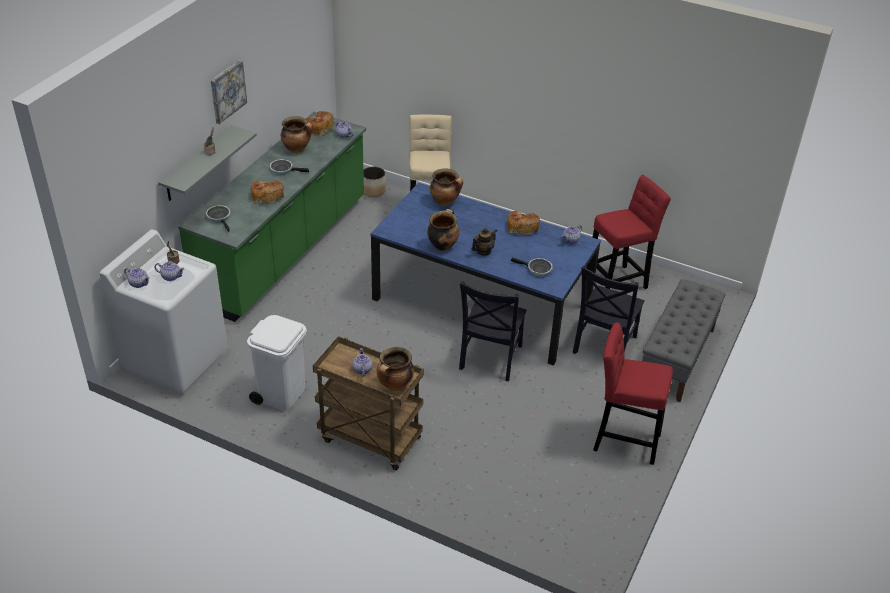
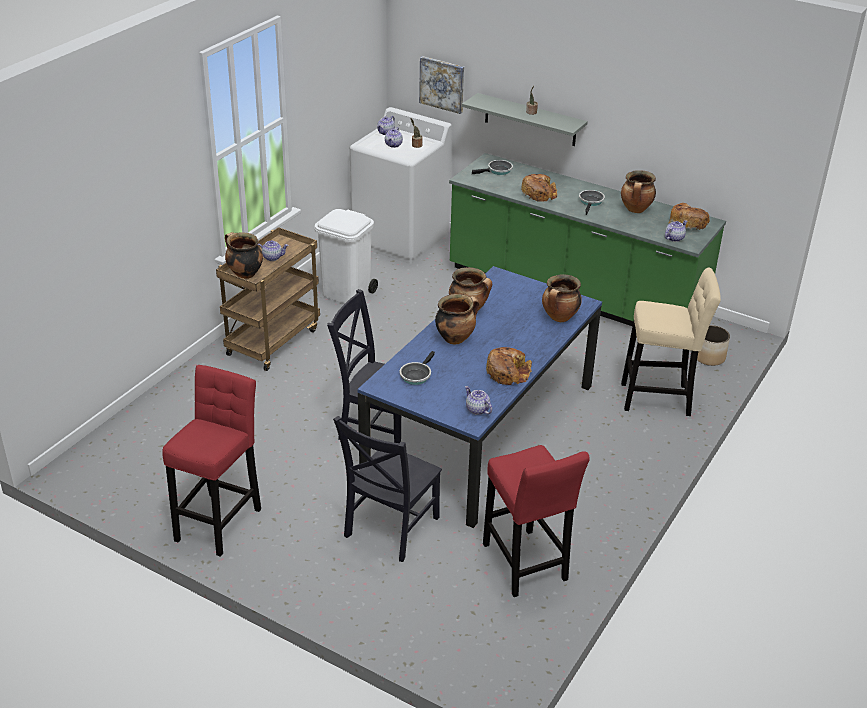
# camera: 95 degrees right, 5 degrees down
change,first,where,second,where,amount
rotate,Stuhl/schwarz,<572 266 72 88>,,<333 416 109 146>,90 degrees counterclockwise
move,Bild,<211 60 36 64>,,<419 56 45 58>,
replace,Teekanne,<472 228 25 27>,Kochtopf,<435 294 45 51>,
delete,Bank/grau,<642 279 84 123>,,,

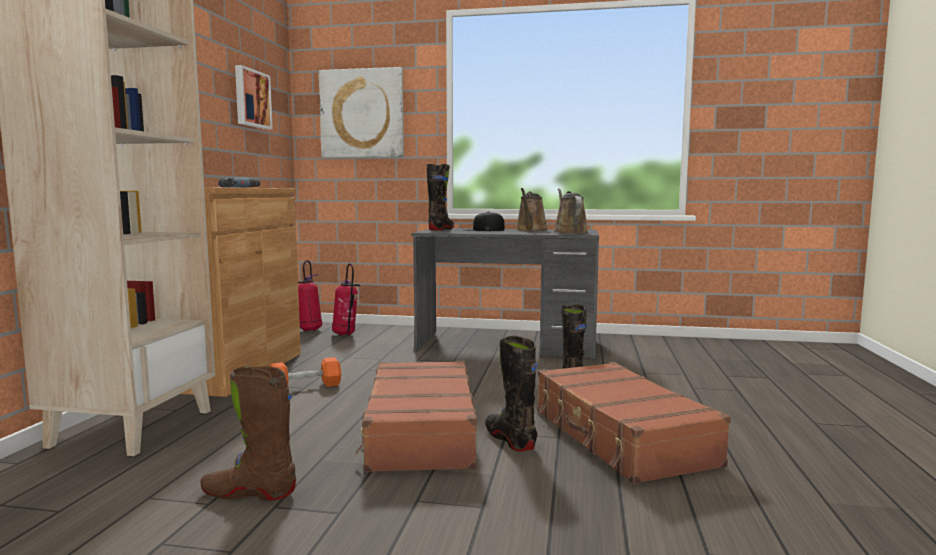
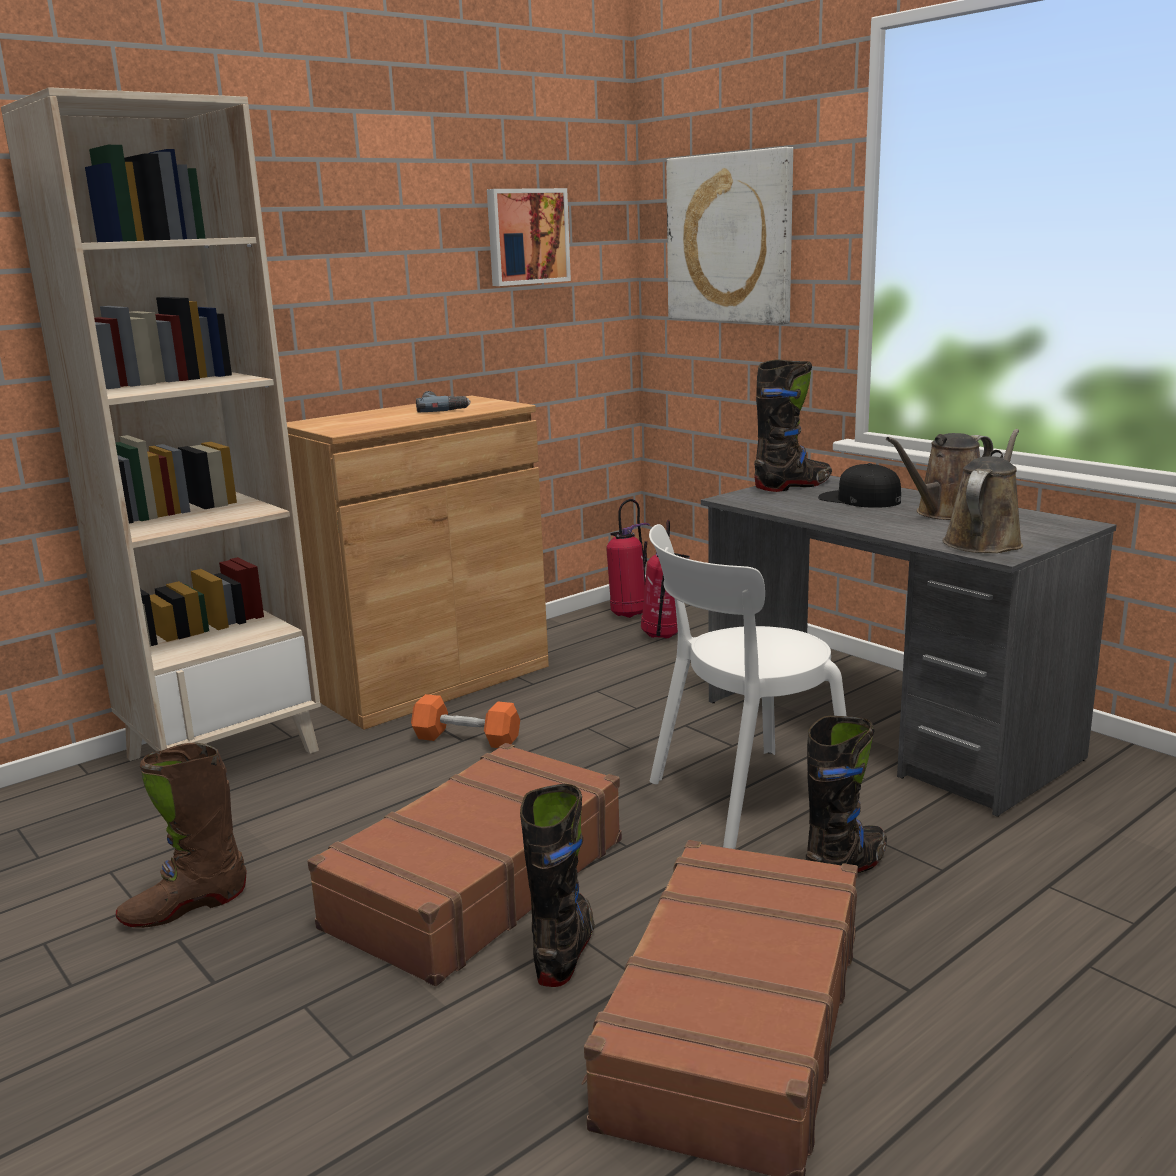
# camera: 40 degrees right, 10 degrees up
change,first,where,second,where,amount
rotate,Stiefel/braun,<200 366 96 135>,,<116 743 130 185>,75 degrees counterclockwise
insert,,,Stuhl/weiß,<649 524 198 325>,

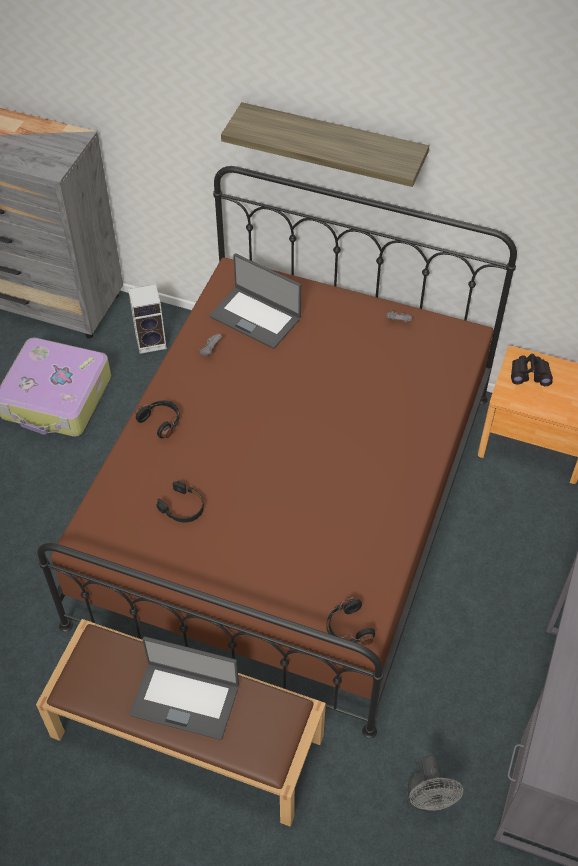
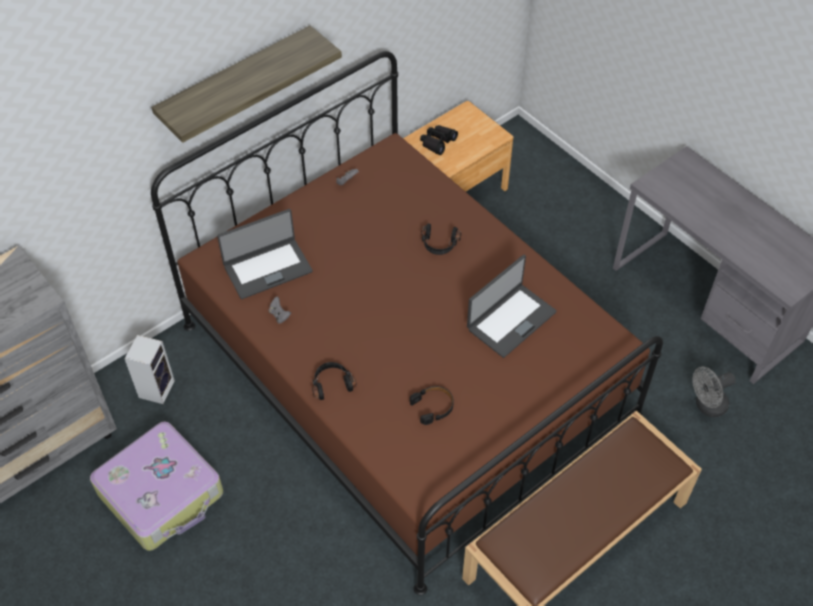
# camera: 60 degrees left, 0 degrees up
change,first,where,second,where,amount
move,Kopfhörer/schwarz,<326 597 49 48>,,<421 224 40 31>,
move,Laptop,<129 636 110 104>,,<467 255 90 103>,
rotate,Ventilator/grau,<407 756 56 56>,,<692 367 44 50>,135 degrees clockwise

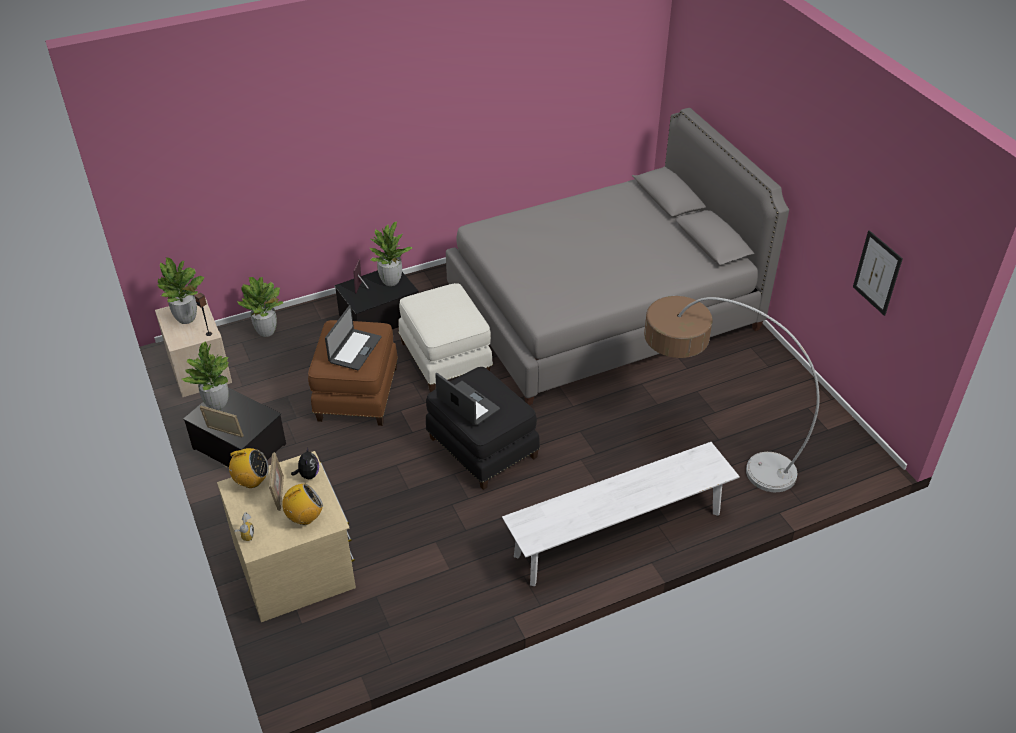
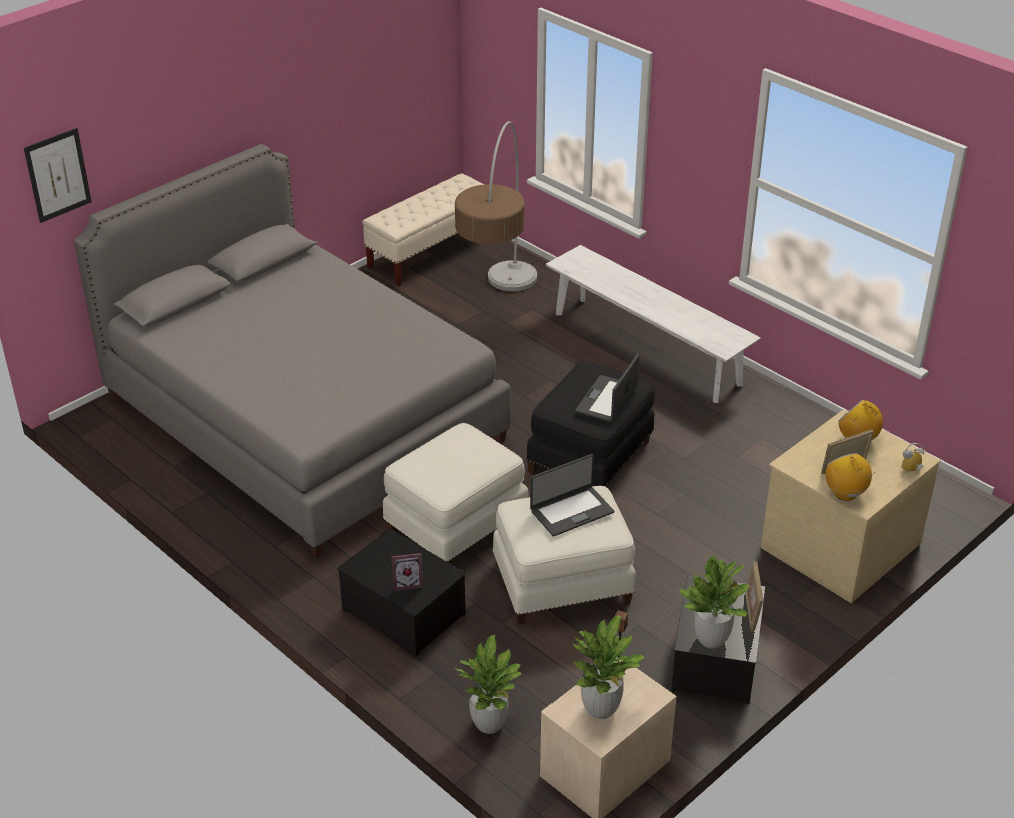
# camera: 110 degrees left, 5 degrees down
change,first,where,second,where,amount
move,Bild,<853 230 50 86>,,<24 128 68 95>,
insert,,,Bank/beige,<362 174 123 112>,
recolor,Polsterhocker/braun,<308 320 90 106>,Polsterhocker/weiß,<492 486 144 138>,
rotate,Laptop,<325 305 57 66>,,<530 454 84 83>,150 degrees clockwise
delete,Plüschtier,<291 447 28 32>,,,
delete,Topfpflanze,<370 222 43 64>,,,

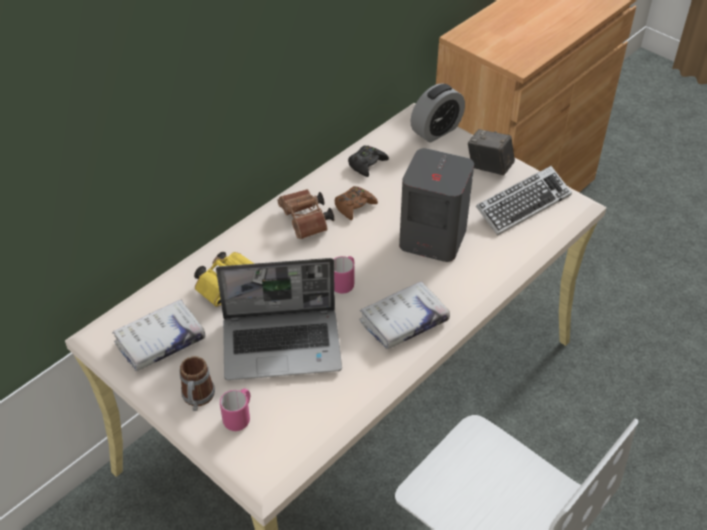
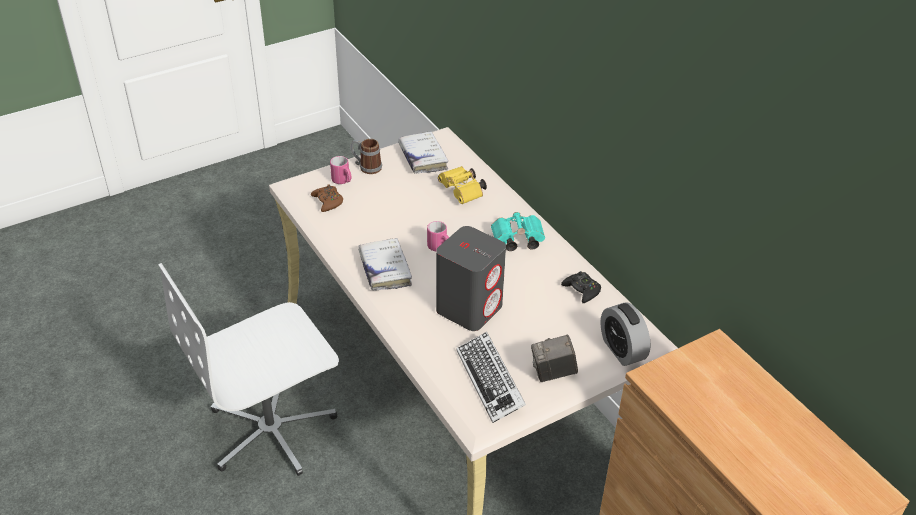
# camera: 105 degrees right, 5 degrees down
change,first,where,second,where,amount
move,Gamepad/braun,<335 186 43 34>,,<311 184 32 28>,
recolor,Fernglas/braun,<278 189 56 50>,Fernglas/türkis,<491 212 54 39>,
rotate,Kamera,<468 129 47 46>,,<531 335 47 47>,150 degrees counterclockwise
delete,Laptop,<216 258 126 122>,,,

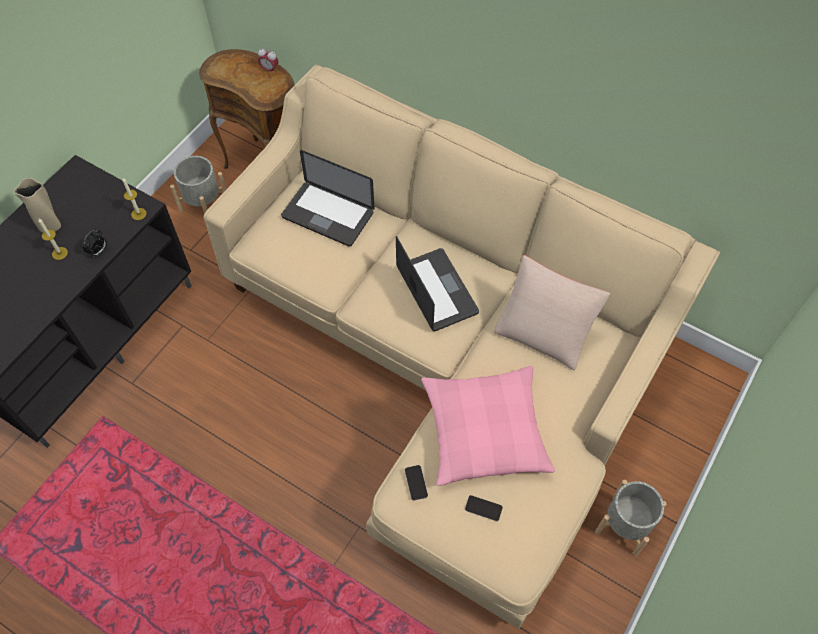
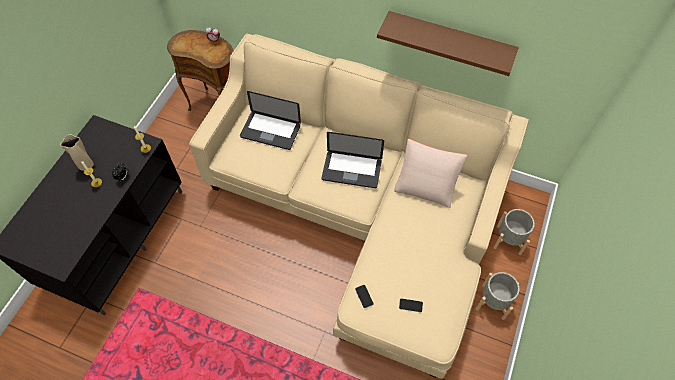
# camera: 10 degrees left, 0 degrees up
change,first,where,second,where,amount
rotate,Laptop,<396 236 83 96>,,<322 132 62 56>,135 degrees clockwise
insert,,,Wandregal/braun,<377 11 142 65>,
move,Pflanzkübel/grau,<170 156 56 58>,,<493 209 42 46>,
delete,Kissen/rosa,<421 366 134 120>,,,

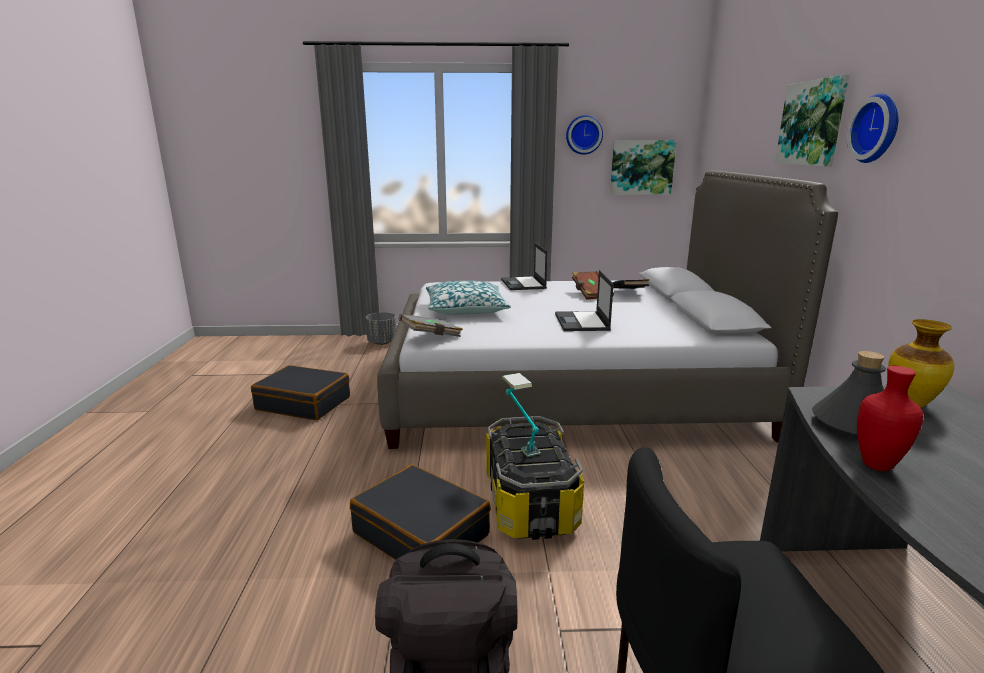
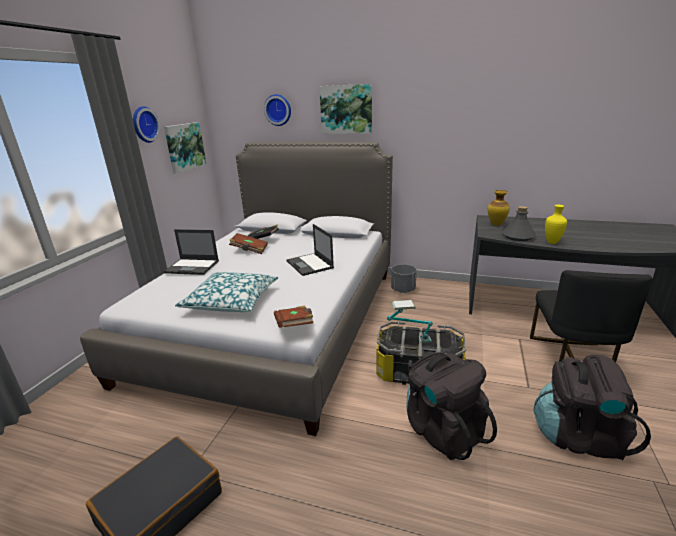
# camera: 70 degrees left, 5 degrees up
change,first,where,second,where,amount
move,Wanduhr,<847 93 52 70>,,<264 94 27 32>,
recolor,Buch/grau,<399 314 64 23>,Buch/braun,<274 305 39 23>,
rotate,Laptop,<555 270 59 61>,,<286 224 48 52>,45 degrees clockwise
move,Pflanzkübel/grau,<366 312 30 33>,,<391 264 26 29>,
replace,Koffer/schwarz,<350 464 141 96>,Rucksack/schwarz,<406 352 91 108>,
recolor,Vase/rot,<857 366 66 105>,Vase/gelb,<545 205 22 39>,

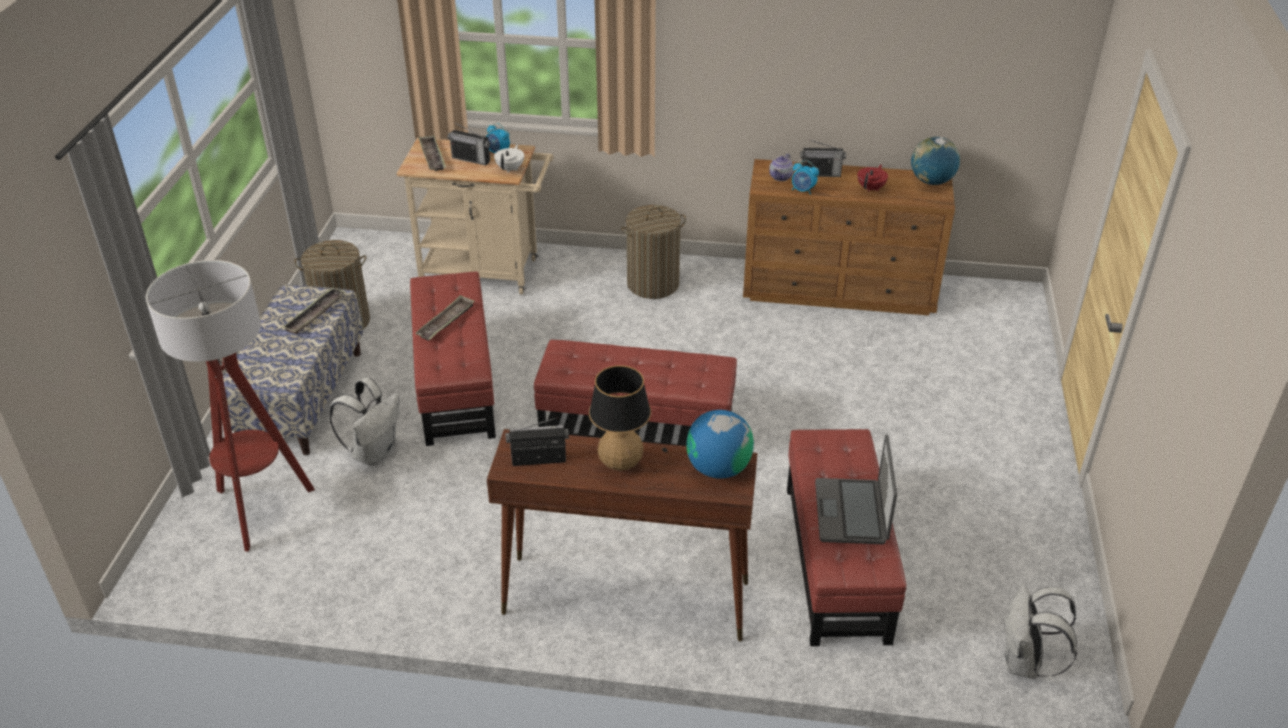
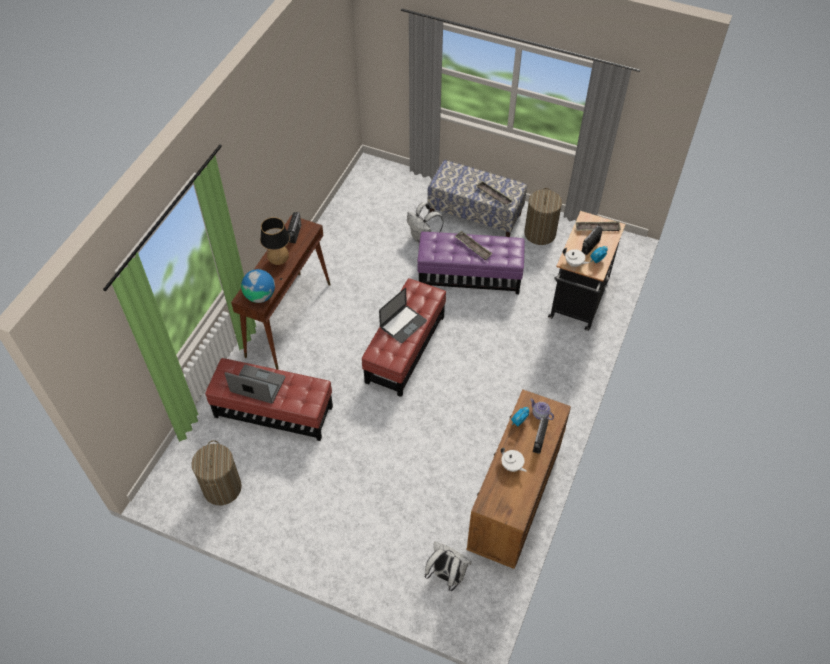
# camera: 105 degrees right, 15 degrees up
change,first,where,second,where,amount
move,Wäschekorb,<621 205 65 94>,,<191 440 51 65>,
insert,,,Laptop,<379 288 48 55>,
recolor,Polsterhocker/rot,<410 271 86 175>,Polsterhocker/lila,<418 232 107 62>,
move,Rucksack/weiß,<1003 584 74 95>,,<425 542 46 49>,
recolor,Teekanne/rot,<857 164 31 28>,Teekanne/weiß,<501 448 26 24>,
recolor,Rollwagen/beige,<396 138 158 156>,Rollwagen/schwarz,<548 211 78 120>,
delete,Stehlampe,<146 260 169 292>,,,
delete,Globus,<911 137 49 48>,,,

